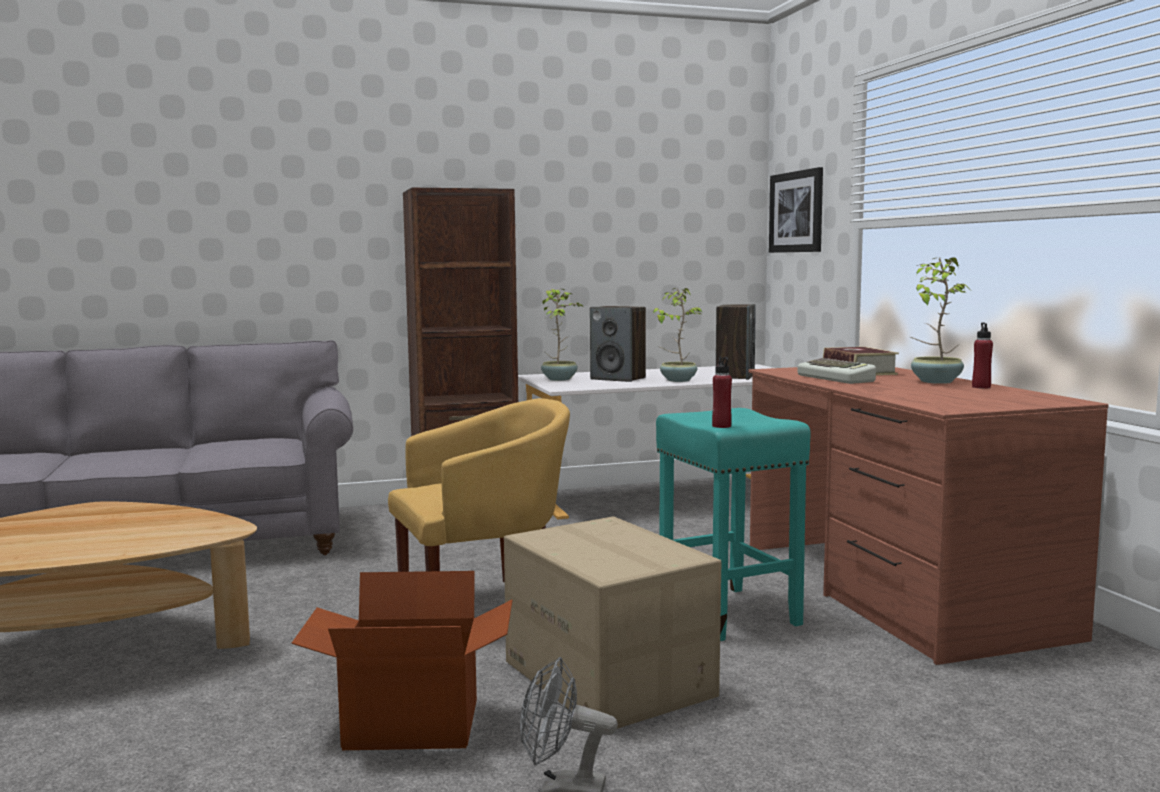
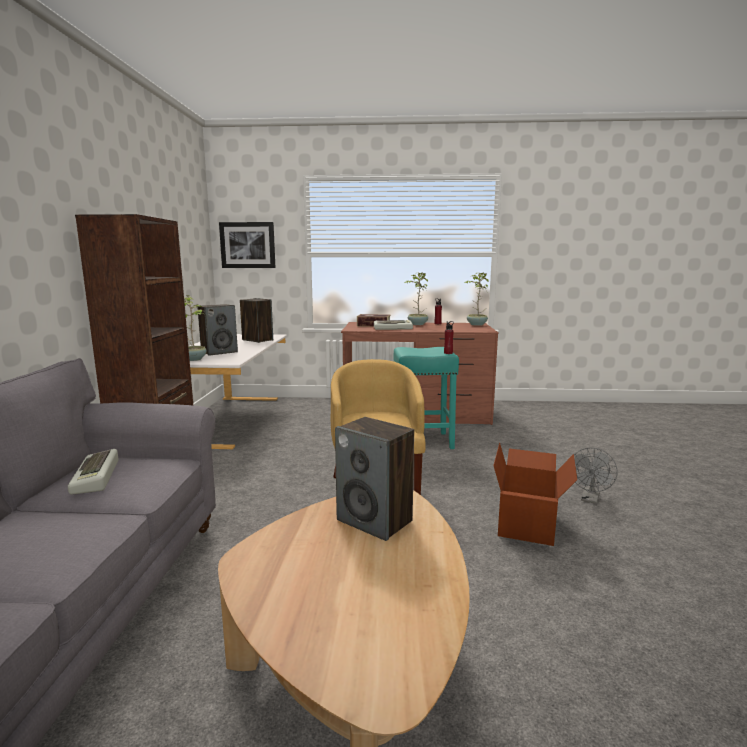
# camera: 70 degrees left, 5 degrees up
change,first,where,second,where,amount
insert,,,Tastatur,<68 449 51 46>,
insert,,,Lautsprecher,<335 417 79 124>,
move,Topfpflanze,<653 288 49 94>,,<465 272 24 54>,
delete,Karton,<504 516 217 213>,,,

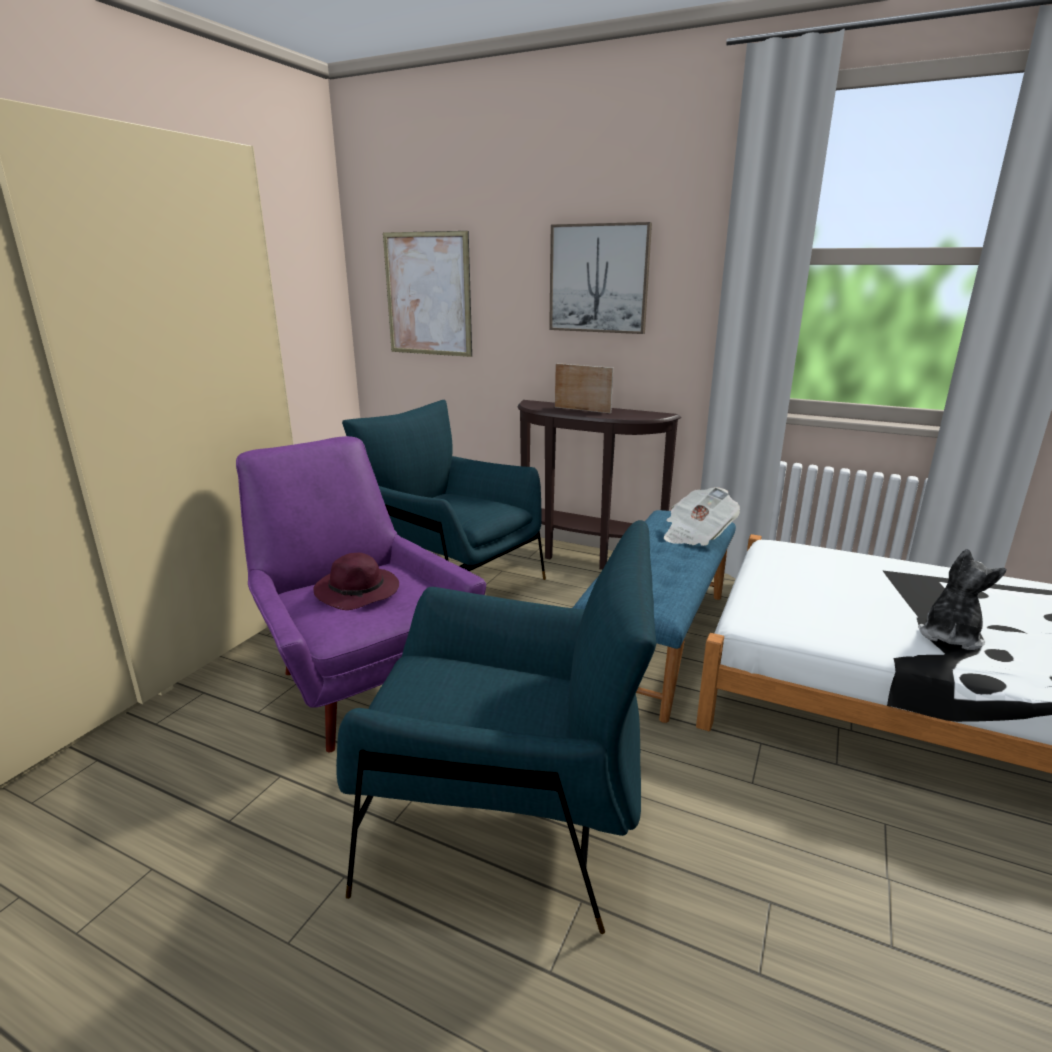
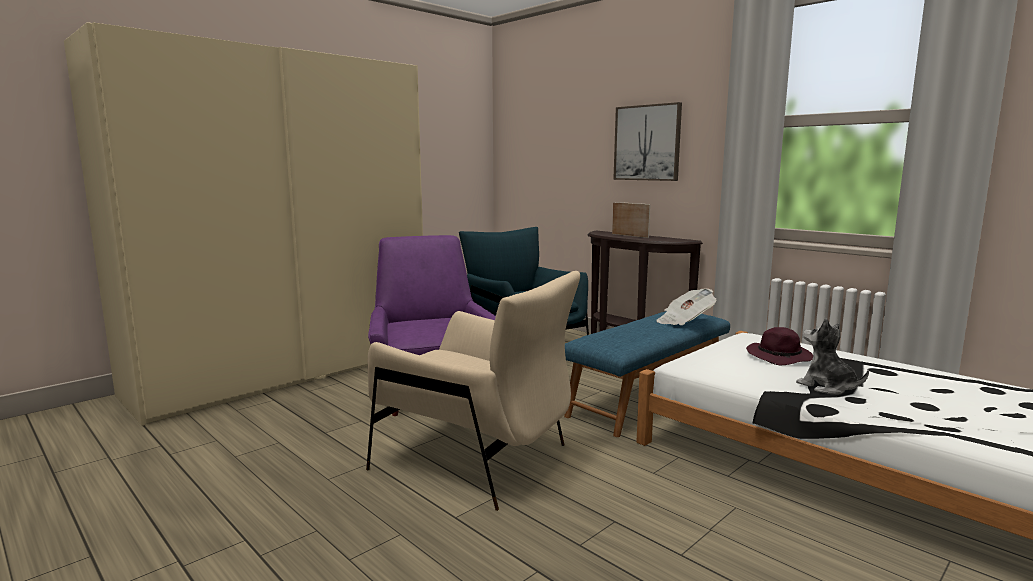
# camera: 20 degrees right, 10 degrees down
change,first,where,second,where,amount
recolor,Sessel/blau,<336 520 320 414>,Sessel/beige,<366 271 214 240>,
move,Hut/lila,<313 553 86 57>,,<746 327 67 38>,
rotate,Plüschtier,<918 549 89 101>,,<796 318 73 77>,90 degrees counterclockwise
delete,Bild,<383 231 89 126>,,,

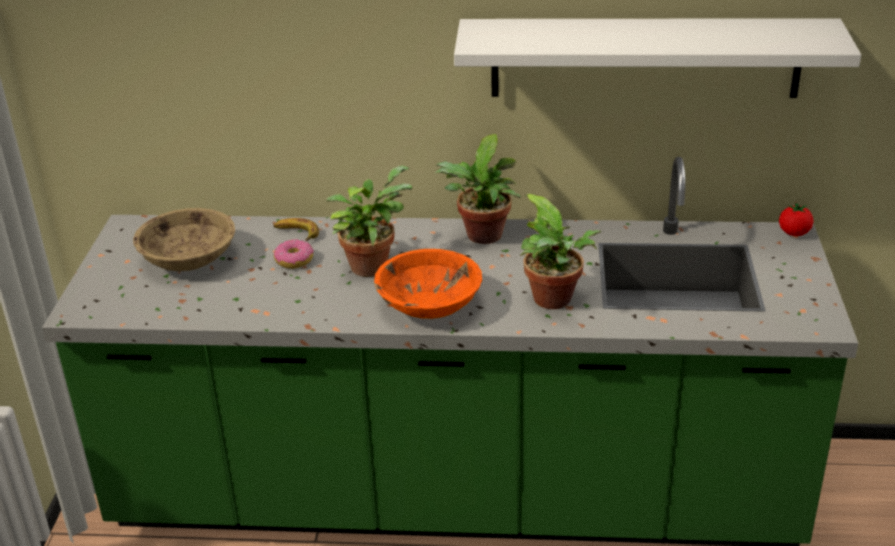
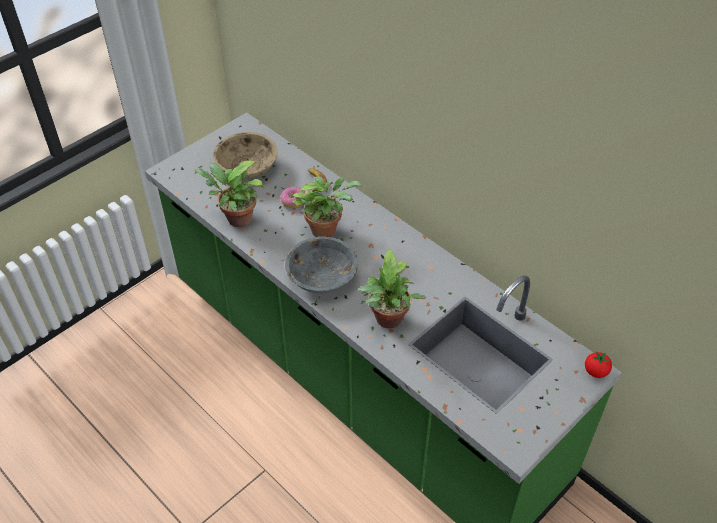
# camera: 40 degrees right, 15 degrees up
change,first,where,second,where,amount
move,Topfpflanze,<434 134 87 110>,,<194 161 71 66>,
recolor,Schüssel/orange,<374 249 108 70>,Schüssel/grau,<285 236 73 58>,
delete,Wandregal/weiß,<454 18 407 80>,,,

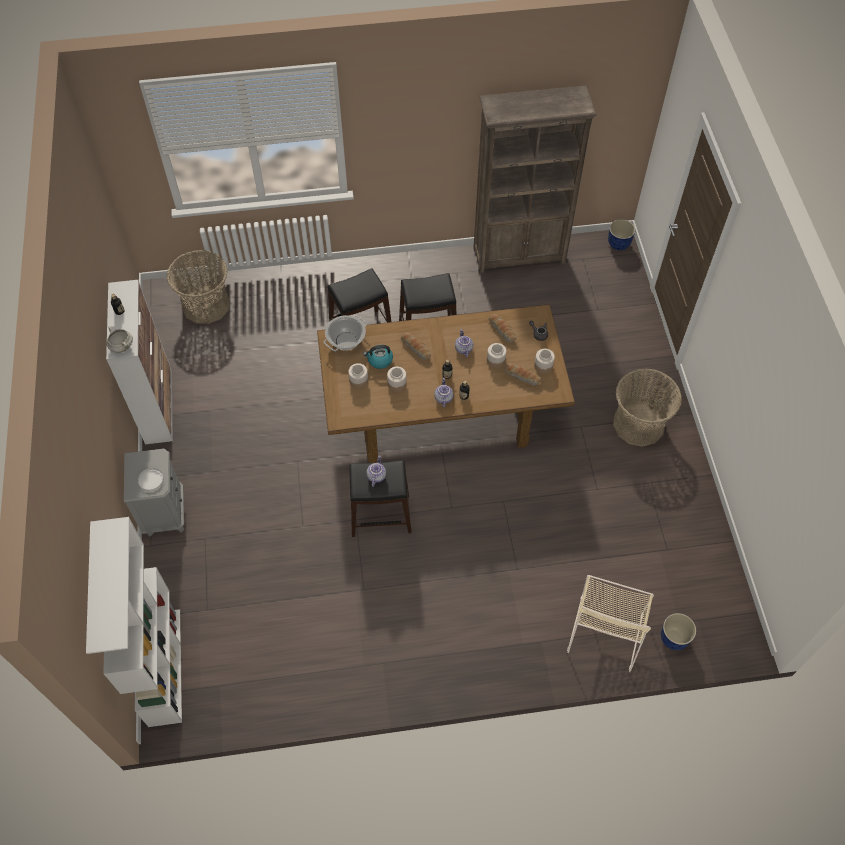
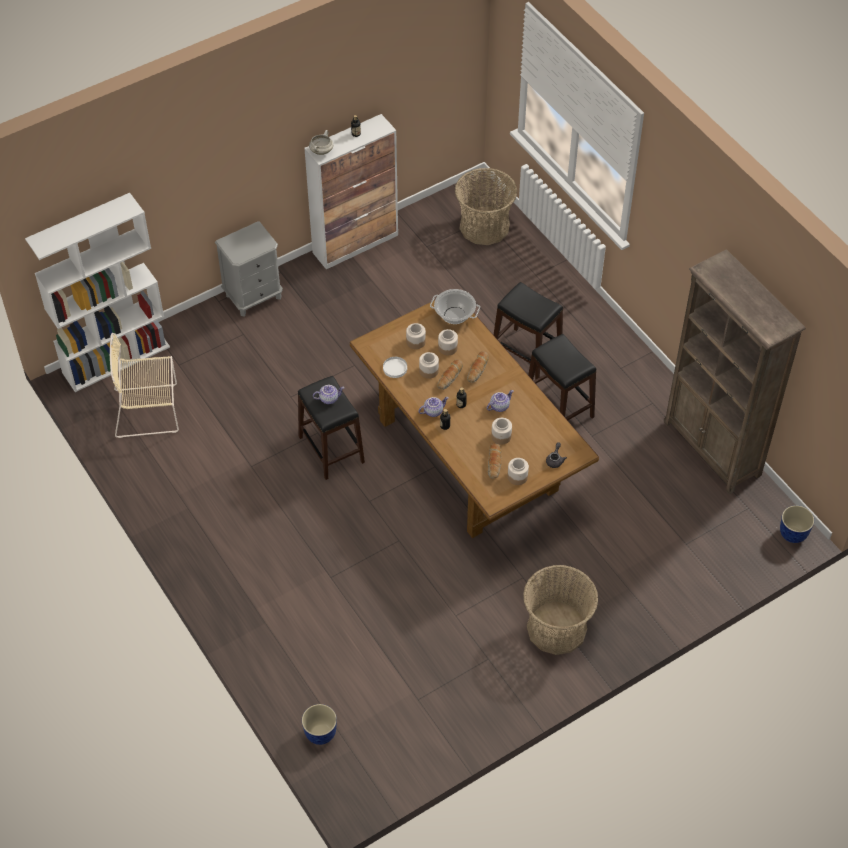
# camera: 65 degrees right, 5 degrees down
change,first,where,second,where,amount
move,Stuhl/beige,<567 575 87 97>,,<110 333 69 105>,
move,Teller/weiß,<138 468 26 24>,,<383 357 24 21>,
move,Brot,<489 314 27 29>,,<437 359 26 31>,
replace,Wasserkessel,<363 345 30 24>,Vorratsglas,<438 329 20 26>,

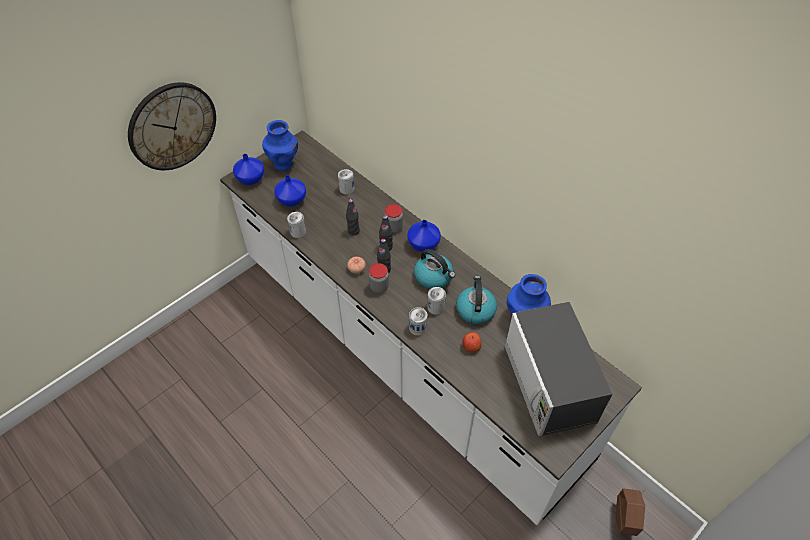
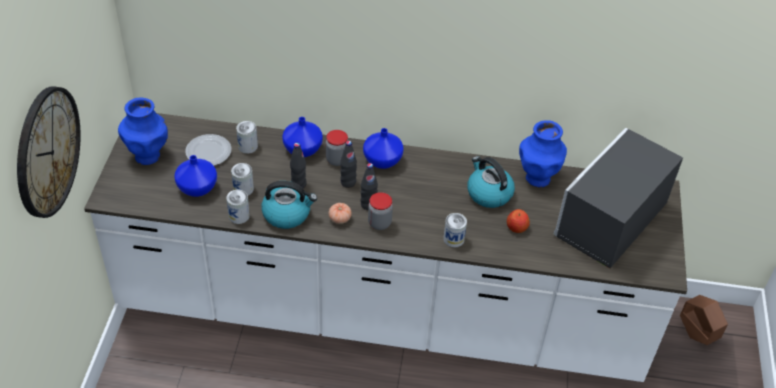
# camera: 40 degrees left, 5 degrees down
change,first,where,second,where,amount
insert,,,Teller,<185 134 46 32>,
move,Dose,<427 287 19 28>,,<231 163 23 33>,
move,Wasserkessel,<414 249 41 40>,,<261 181 56 48>,
move,Vase/blau,<233 154 31 31>,,<282 117 41 40>,
rotate,Mikrowelle,<504 302 108 134>,,<553 128 130 140>,90 degrees clockwise

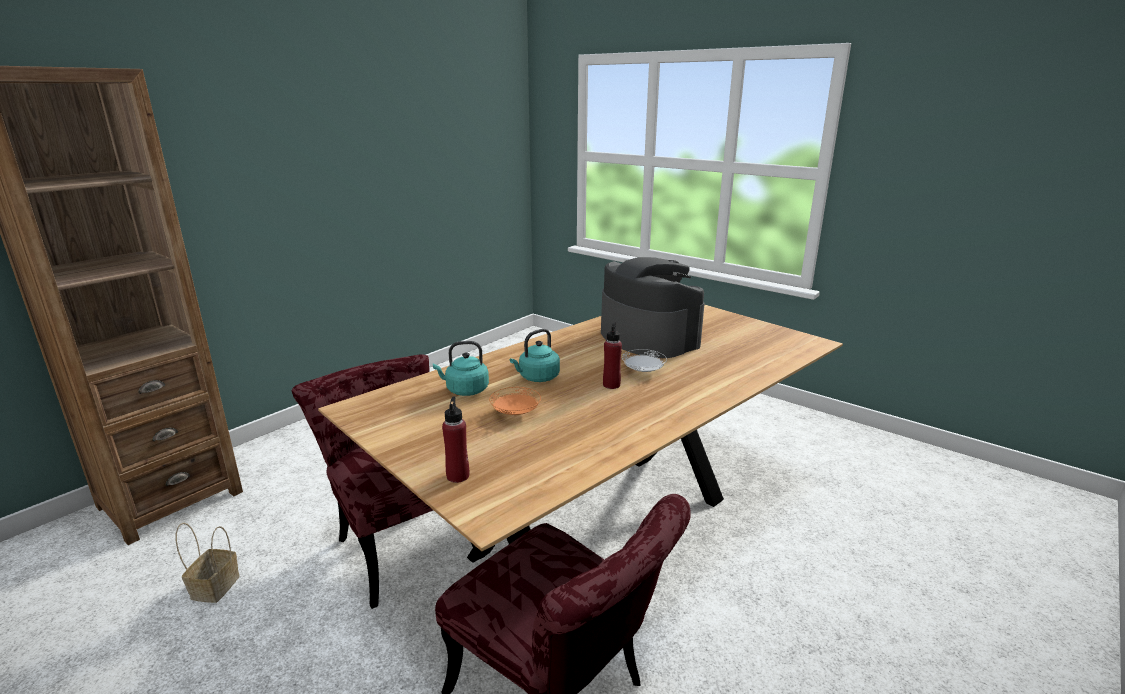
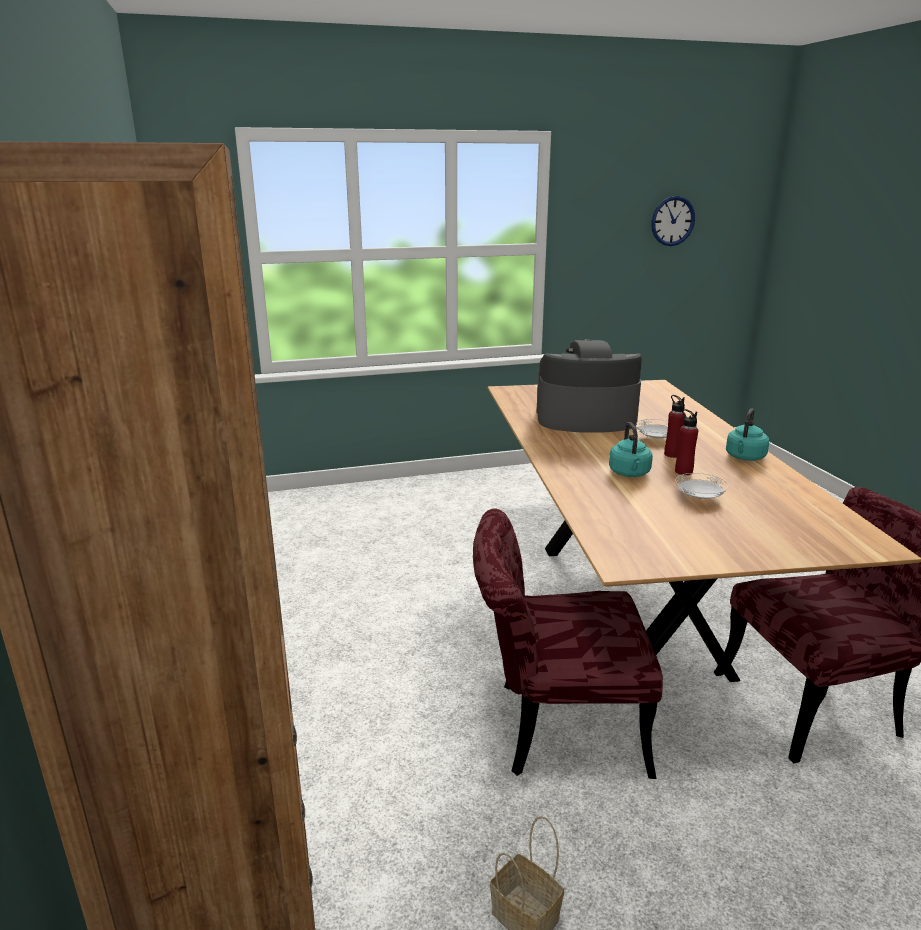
# camera: 55 degrees left, 0 degrees up
change,first,where,second,where,amount
insert,,,Wanduhr,<651 196 44 50>,
move,Flasche/rot,<442 396 27 87>,,<675 409 23 66>,
recolor,Teller/orange,<489 387 52 28>,Teller/weiß,<675 473 53 26>,
move,Wasserkessel/türkis,<433 341 56 55>,,<726 408 43 53>,

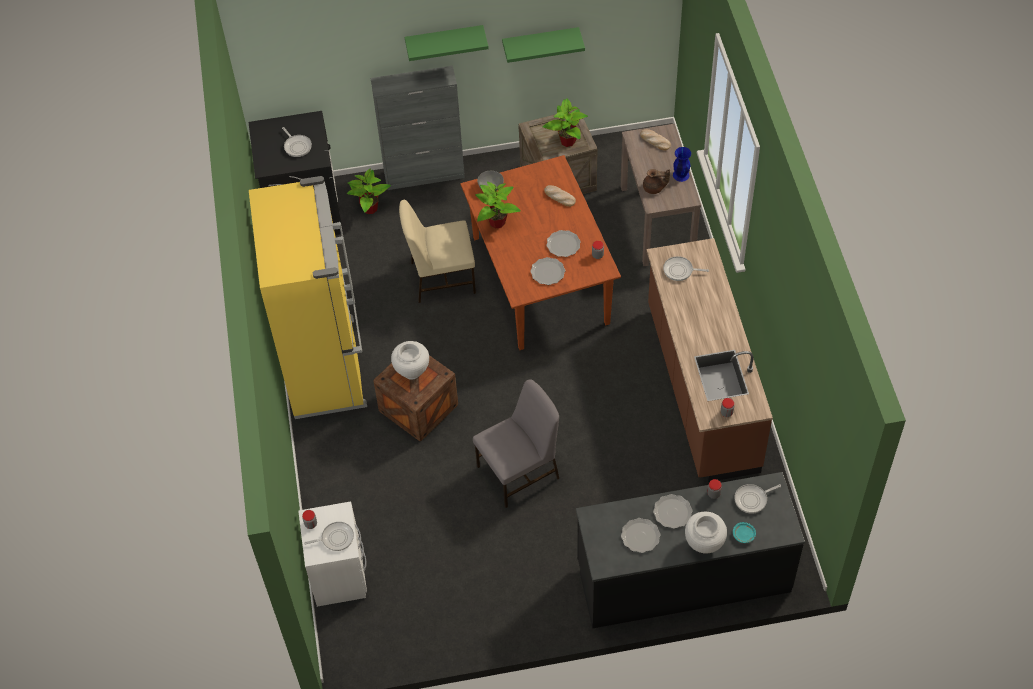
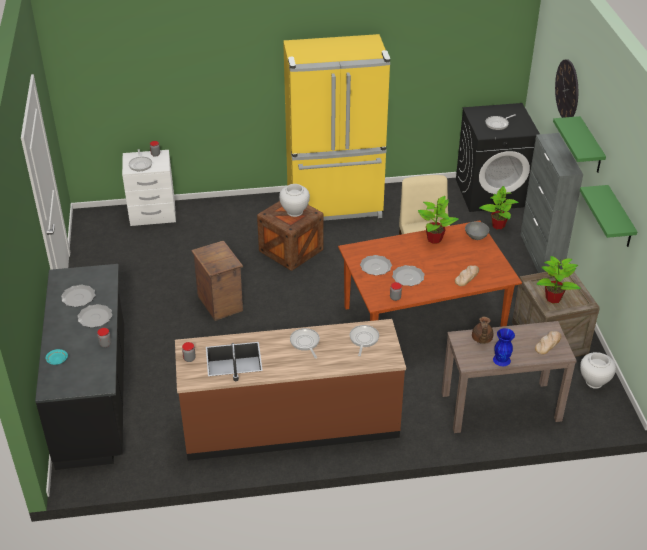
# camera: 90 degrees right, 15 degrees down
change,first,where,second,where,amount
replace,Stuhl/grau,<473 380 87 128>,Kiste,<191 241 52 80>,
move,Pfanne,<734 484 47 30>,,<290 328 30 31>,
insert,,,Wanduhr,<555 59 23 59>,
move,Vase/weiß,<685 512 42 42>,,<580 352 36 37>,

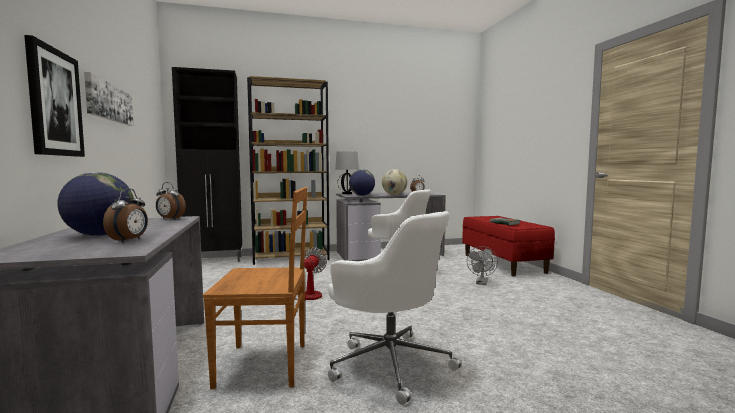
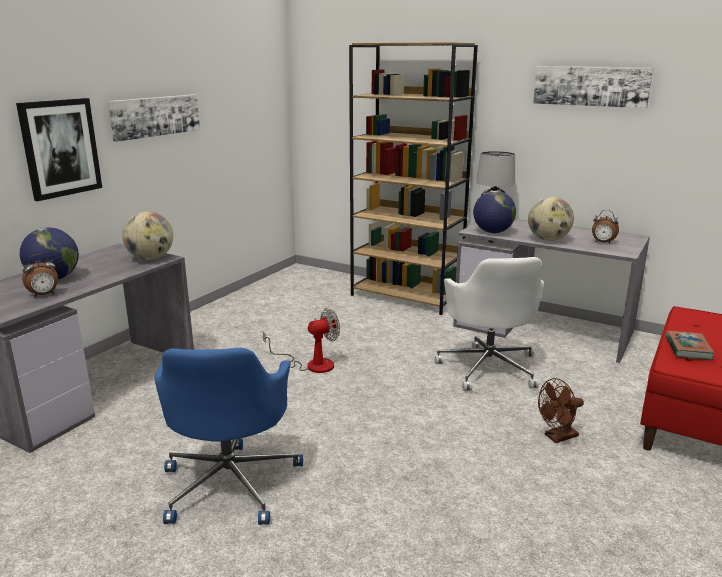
# camera: 45 degrees right, 15 degrees up
change,first,where,second,where,amount
replace,Wecker,<156 182 30 38>,Globus,<122 211 51 49>,
recolor,Bürostuhl/weiß,<328 211 134 194>,Bürostuhl/blau,<154 348 149 177>,
insert,,,Bild,<533 66 120 42>,
recolor,Ventilator/grau,<467 246 31 39>,Ventilator/braun,<538 378 46 65>,
delete,Schrank/schwarz,<172 67 70 195>,,,
delete,Stuhl/braun,<203 187 104 202>,,,

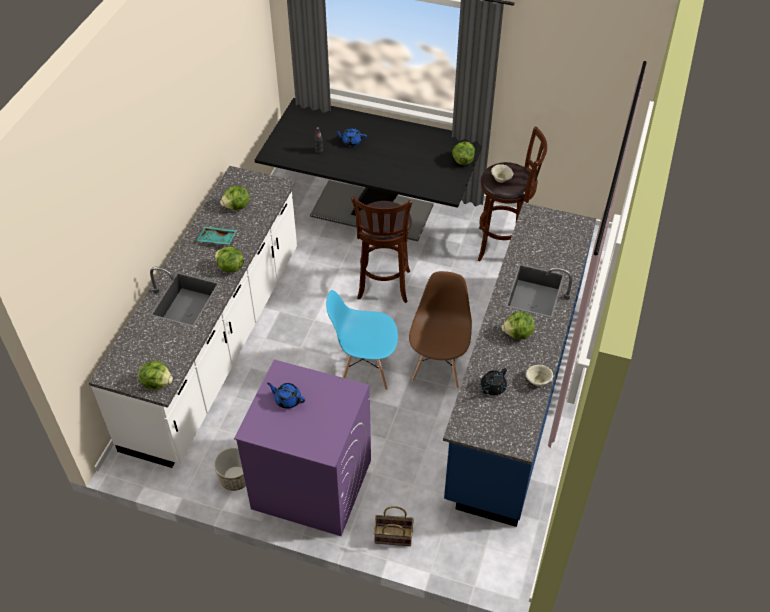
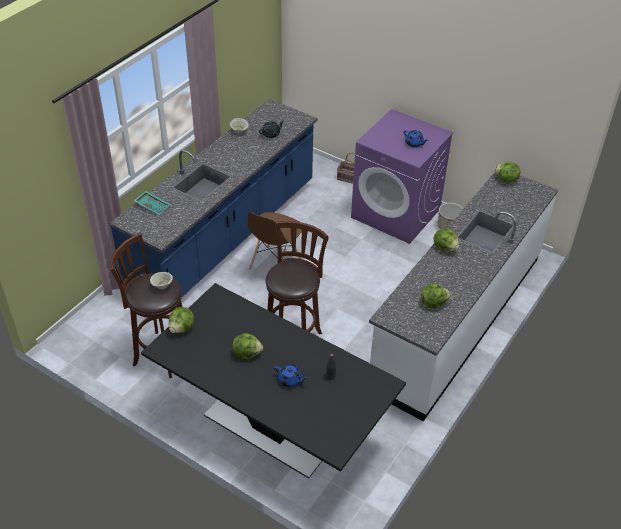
# camera: 165 degrees left, 5 degrees down
change,first,where,second,where,amount
move,Tablett/türkis,<196 227 41 18>,,<134 191 37 24>,
move,Salatkopf,<501 311 34 28>,,<232 333 31 26>,
delete,Stuhl/blau,<326 290 72 100>,,,

